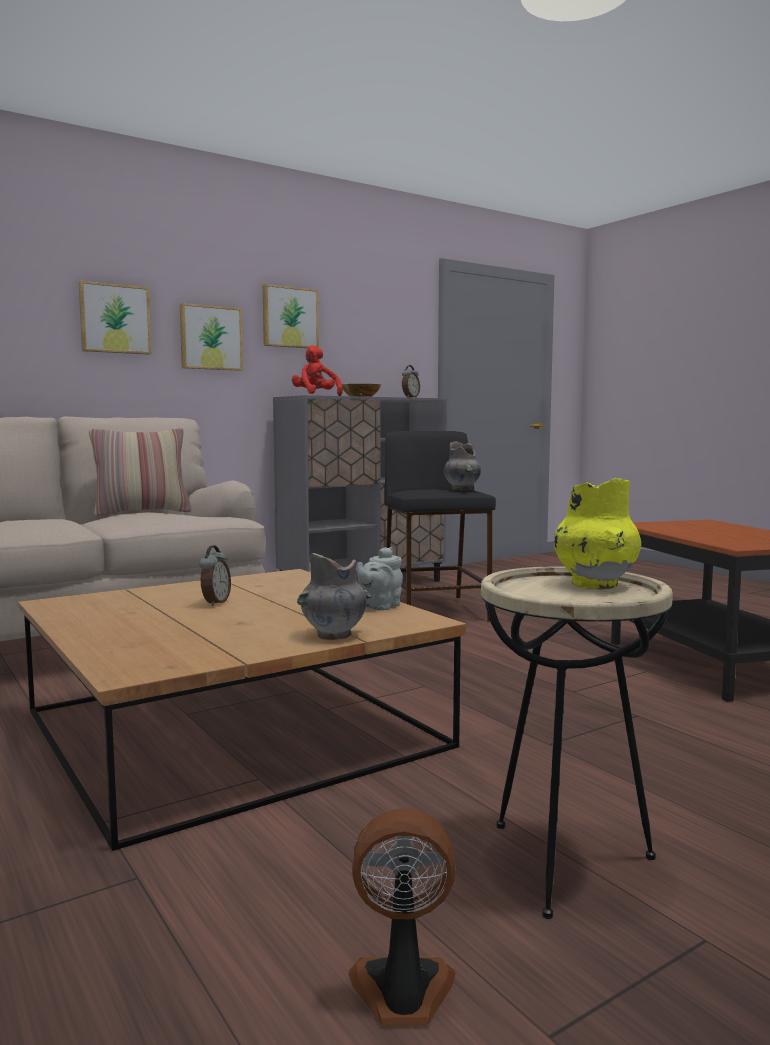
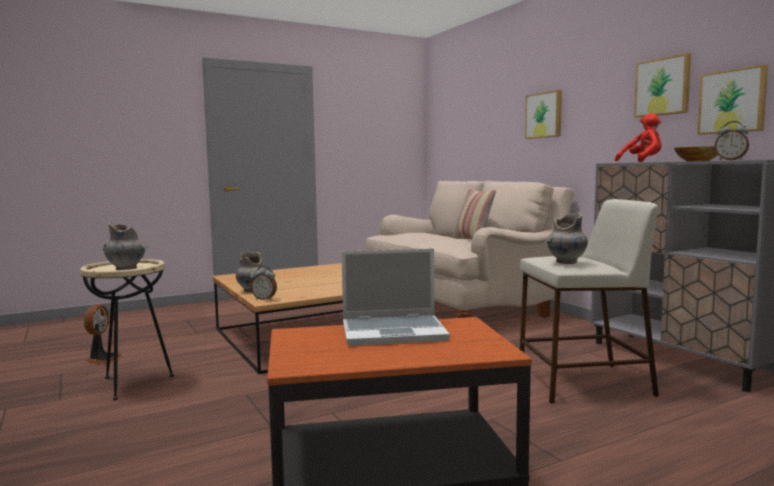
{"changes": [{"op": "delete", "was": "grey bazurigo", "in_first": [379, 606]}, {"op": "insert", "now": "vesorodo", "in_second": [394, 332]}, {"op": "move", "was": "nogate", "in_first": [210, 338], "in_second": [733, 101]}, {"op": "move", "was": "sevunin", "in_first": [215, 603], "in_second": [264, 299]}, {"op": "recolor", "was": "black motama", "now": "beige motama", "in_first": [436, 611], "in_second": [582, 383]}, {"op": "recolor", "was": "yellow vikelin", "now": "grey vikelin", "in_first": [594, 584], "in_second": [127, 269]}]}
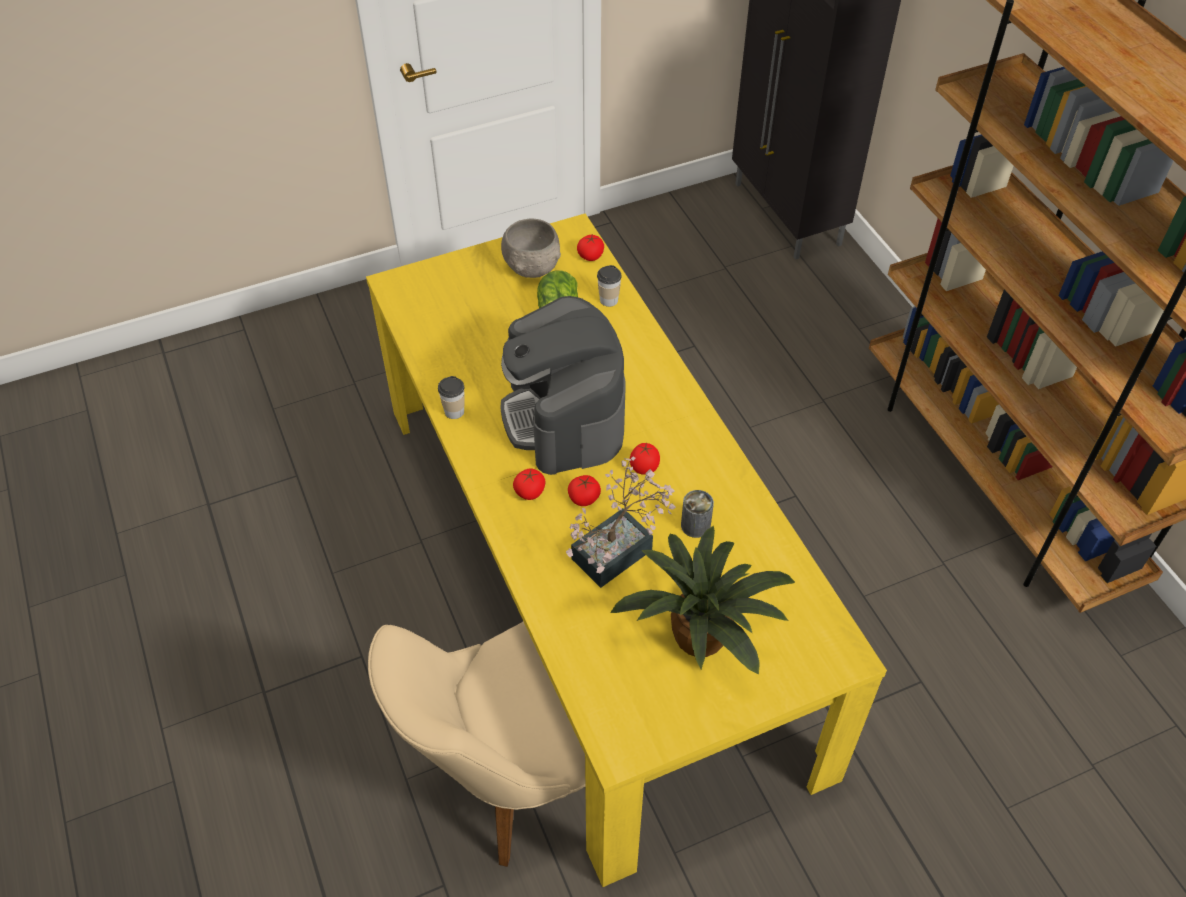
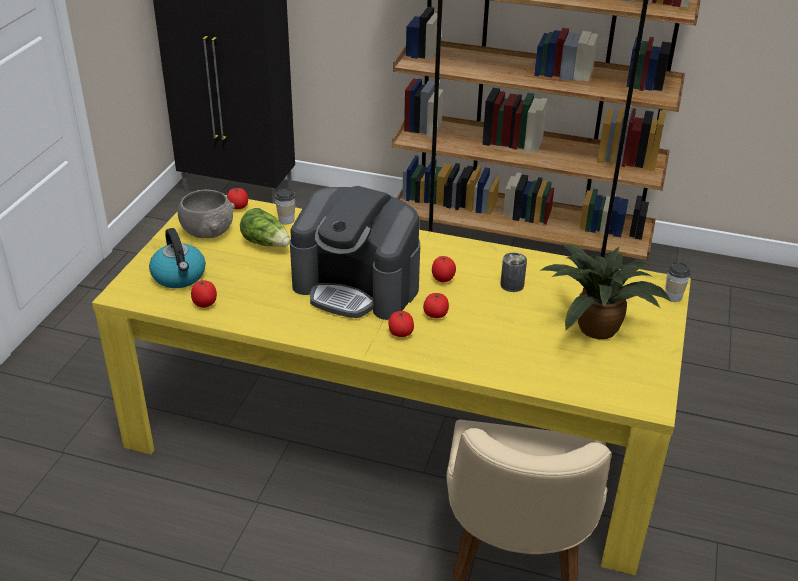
{"changes": [{"op": "delete", "was": "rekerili", "in_first": [619, 550]}, {"op": "insert", "now": "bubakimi", "in_second": [179, 276]}, {"op": "insert", "now": "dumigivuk", "in_second": [205, 304]}, {"op": "move", "was": "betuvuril", "in_first": [454, 411], "in_second": [673, 296]}]}
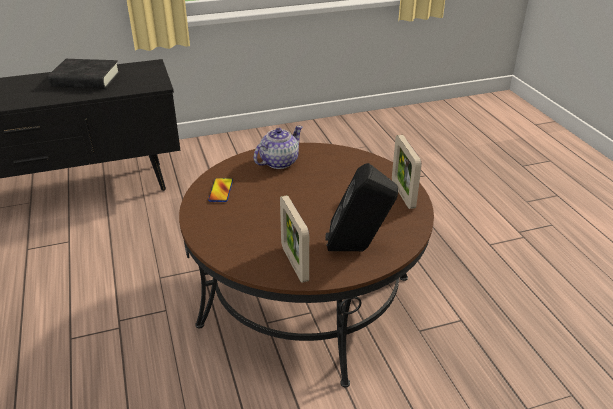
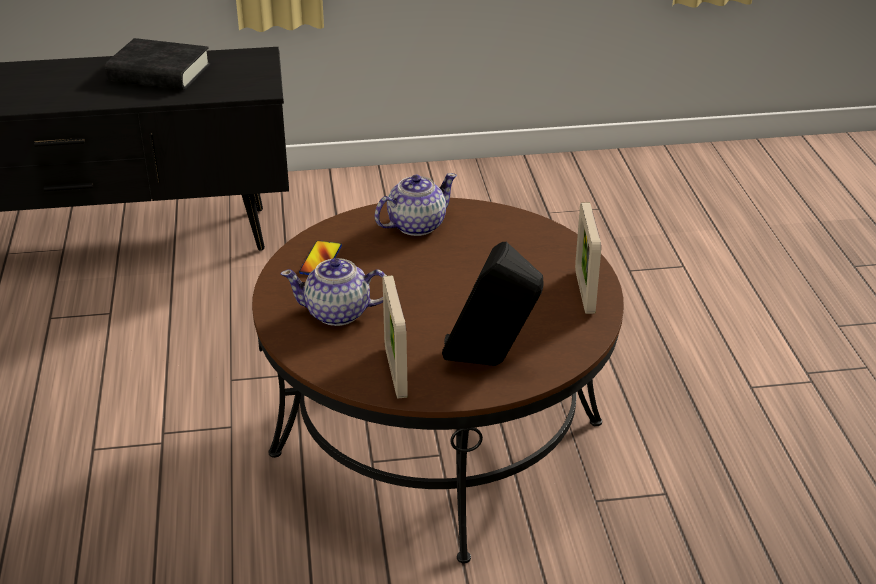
{"changes": [{"op": "insert", "now": "bazurigo", "in_second": [338, 313]}]}
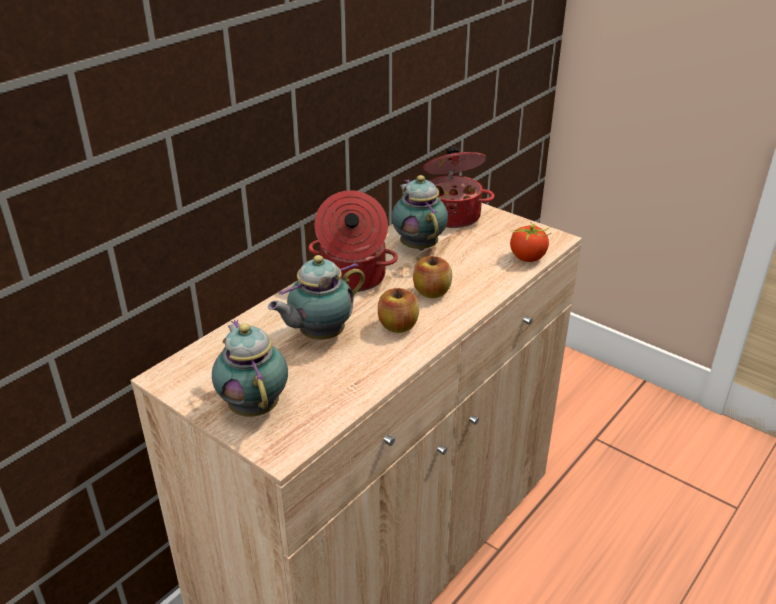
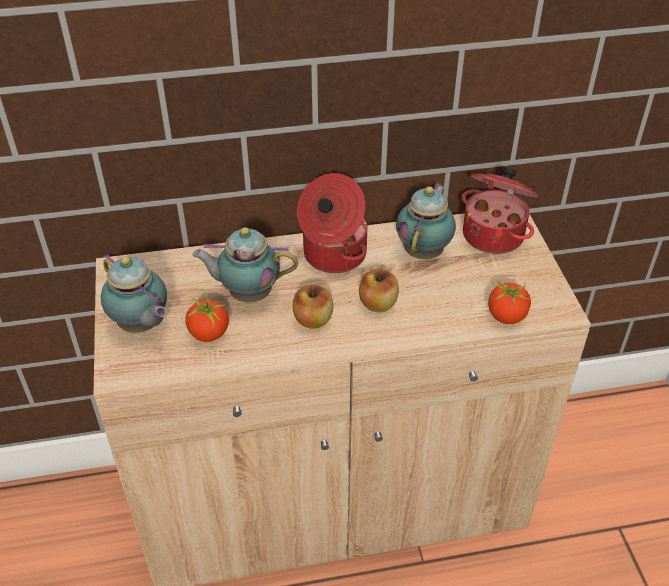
{"changes": [{"op": "insert", "now": "dumigivuk", "in_second": [208, 333]}, {"op": "rotate", "was": "bazurigo", "in_first": [254, 405], "in_second": [141, 326], "clockwise": 120}]}
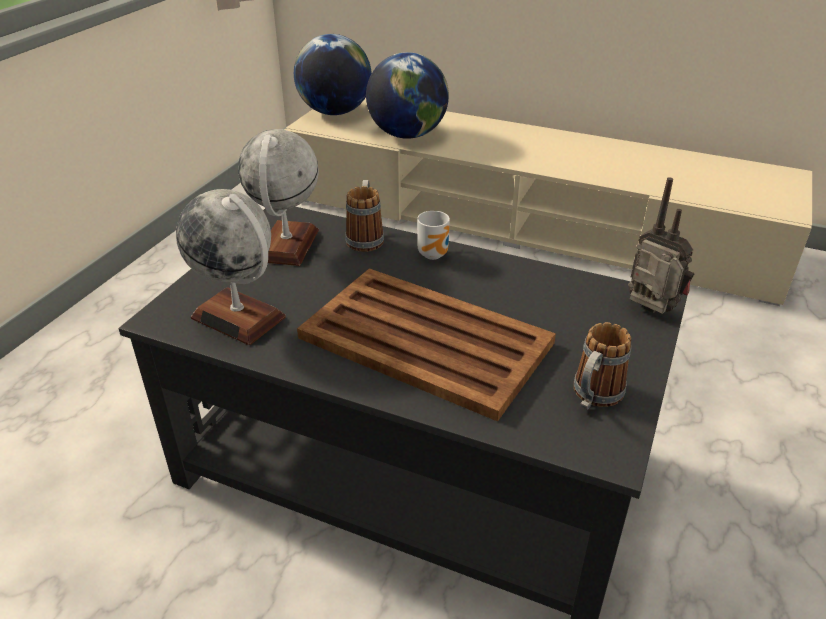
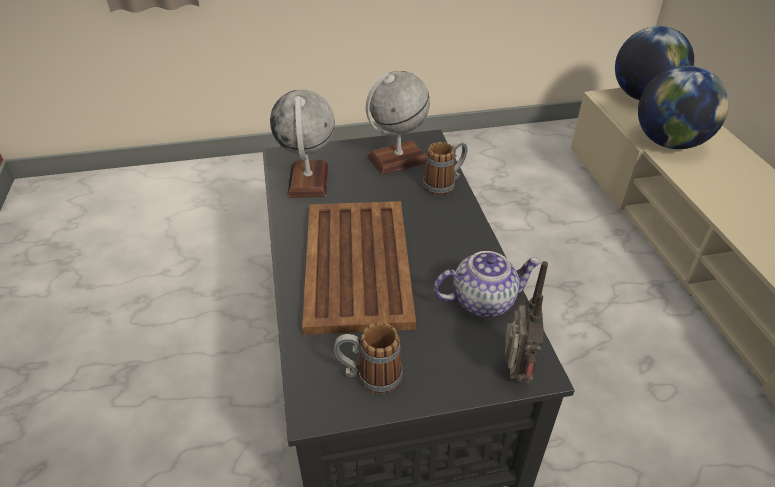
{"changes": [{"op": "delete", "was": "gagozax", "in_first": [435, 254]}, {"op": "insert", "now": "bazurigo", "in_second": [483, 300]}]}
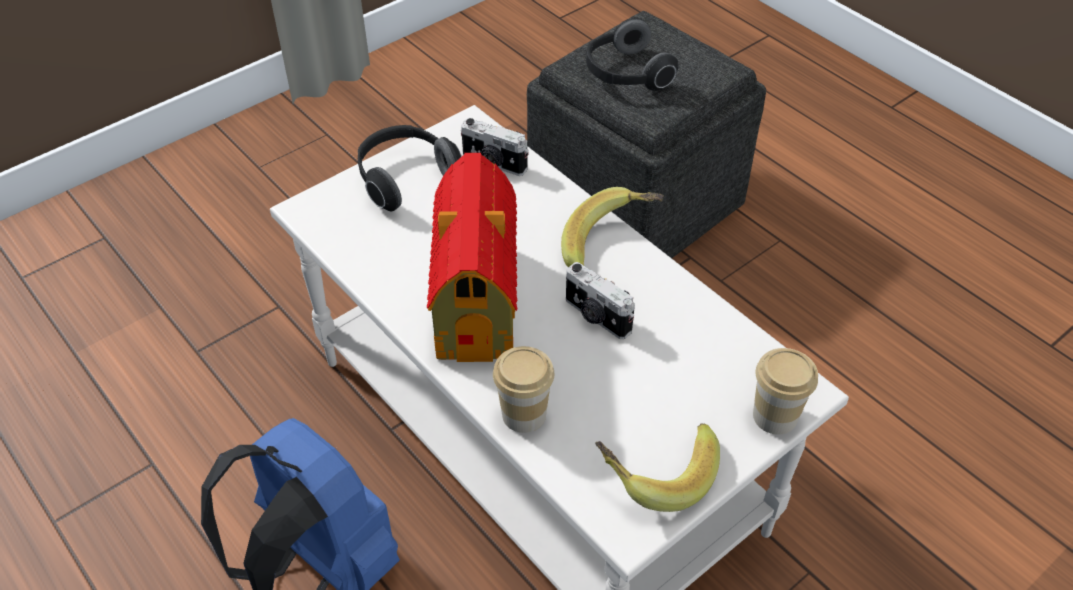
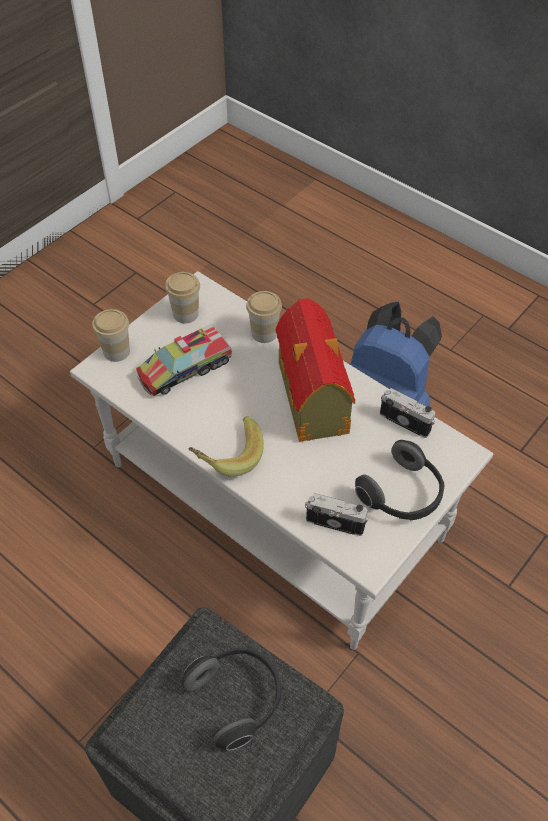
{"changes": [{"op": "insert", "now": "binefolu", "in_second": [185, 369]}, {"op": "move", "was": "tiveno", "in_first": [596, 317], "in_second": [405, 421]}, {"op": "replace", "was": "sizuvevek", "now": "betuvuril", "in_first": [656, 472], "in_second": [185, 314]}]}
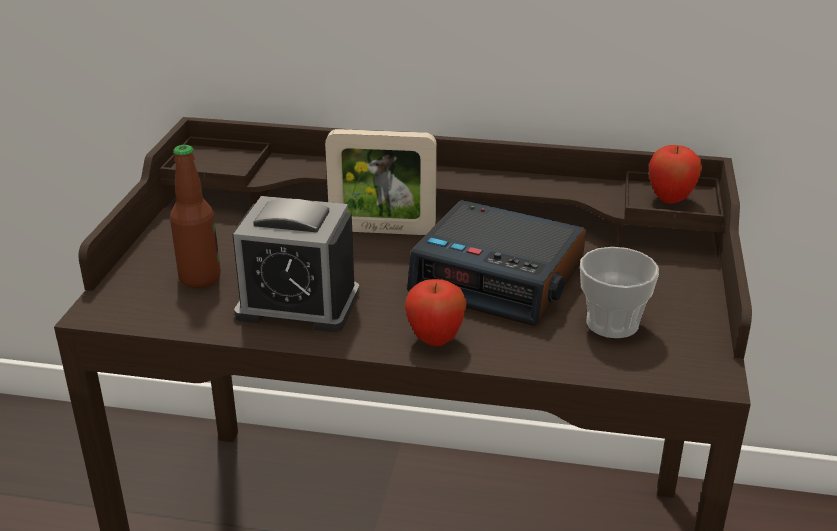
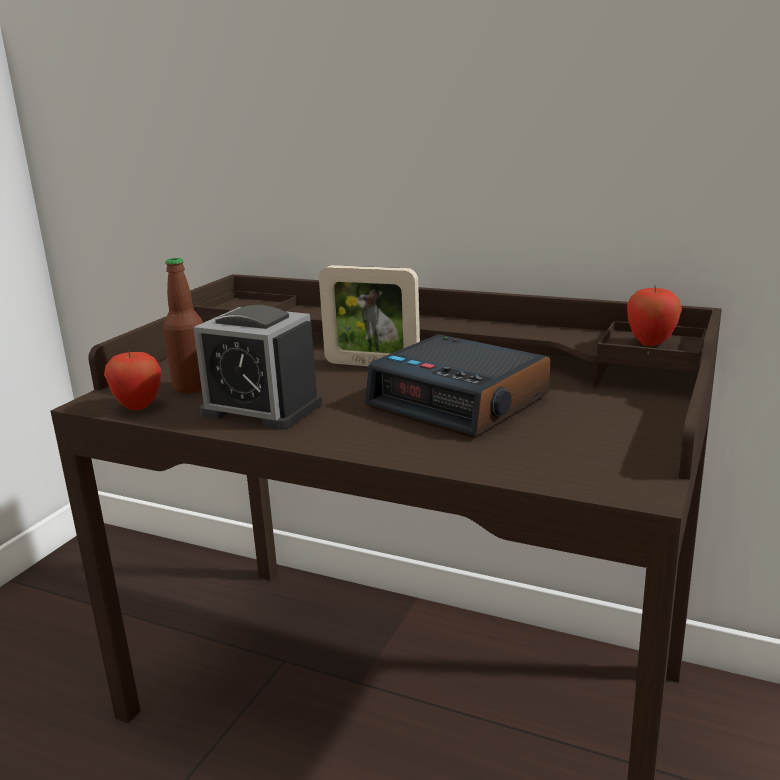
{"changes": [{"op": "delete", "was": "betuvuril", "in_first": [612, 323]}, {"op": "move", "was": "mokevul", "in_first": [435, 340], "in_second": [138, 406]}]}
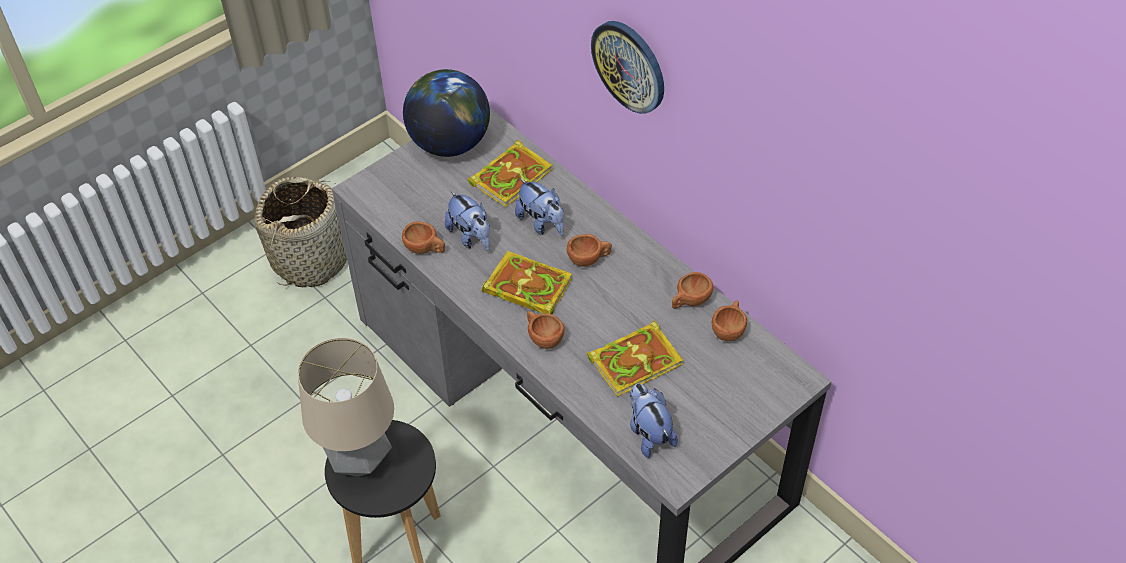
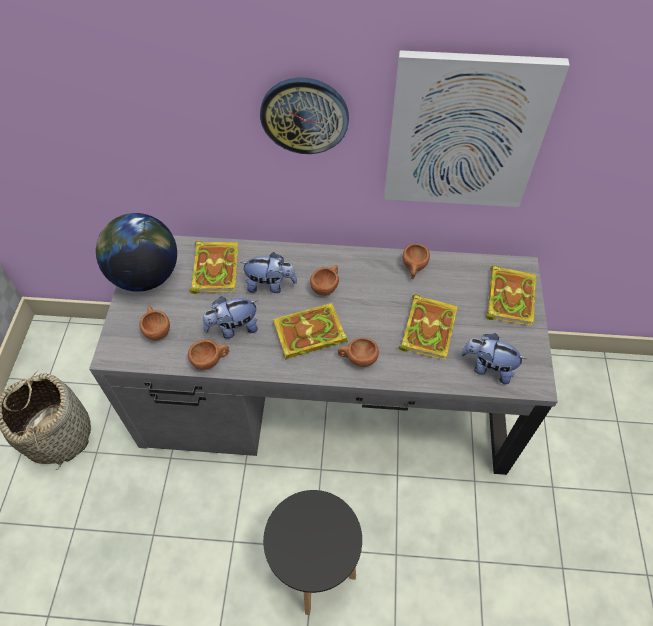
{"changes": [{"op": "delete", "was": "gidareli", "in_first": [359, 461]}, {"op": "insert", "now": "nogate", "in_second": [465, 133]}, {"op": "insert", "now": "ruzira", "in_second": [509, 296]}, {"op": "move", "was": "brown betuvuril", "in_first": [729, 329], "in_second": [156, 329]}, {"op": "rotate", "was": "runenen", "in_first": [471, 237], "in_second": [233, 328], "clockwise": 150}]}
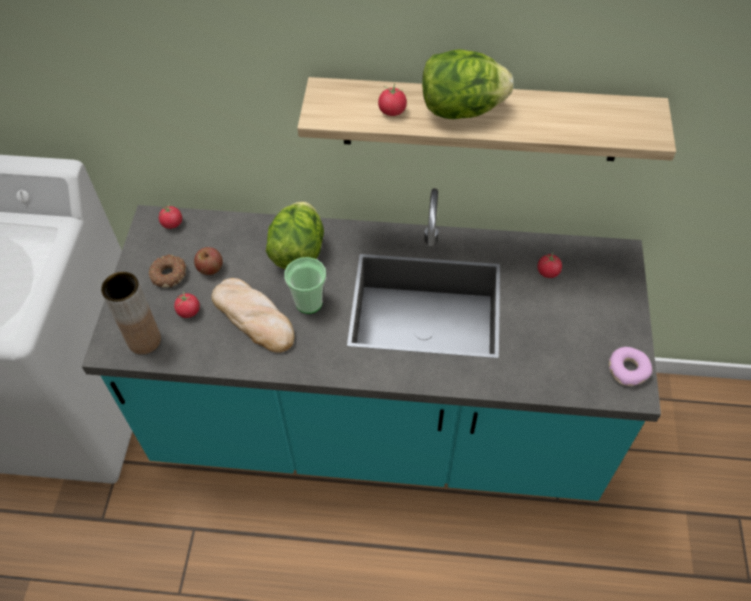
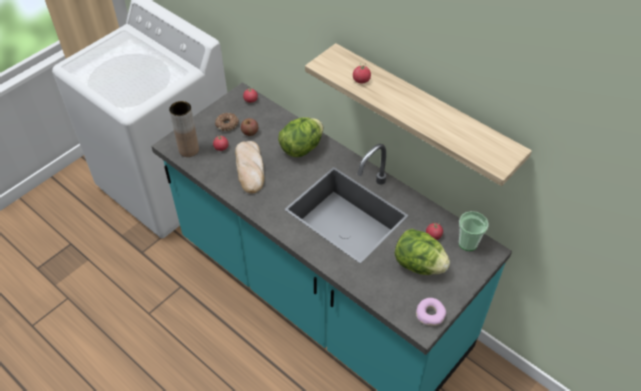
{"changes": [{"op": "move", "was": "betuvuril", "in_first": [309, 302], "in_second": [468, 243]}, {"op": "move", "was": "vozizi", "in_first": [461, 109], "in_second": [418, 264]}]}
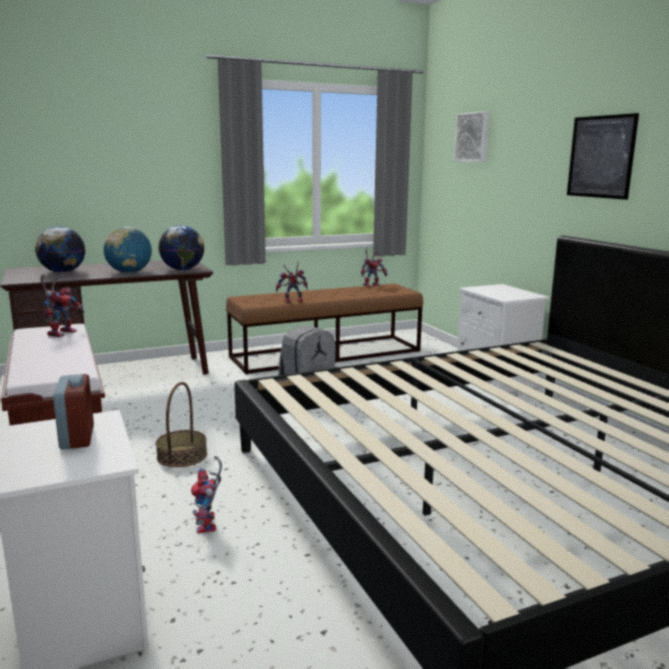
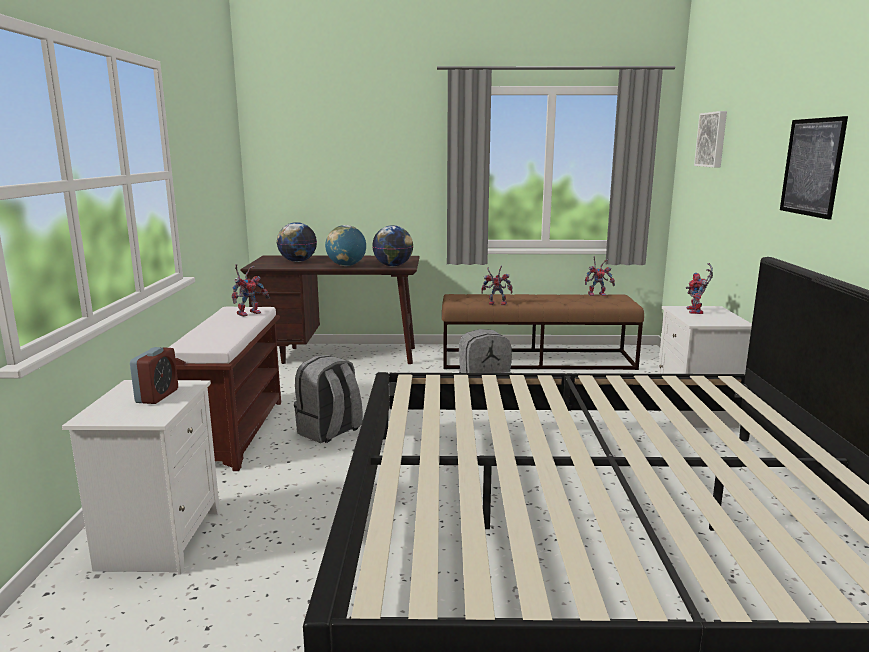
{"changes": [{"op": "move", "was": "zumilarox", "in_first": [208, 525], "in_second": [697, 312]}, {"op": "replace", "was": "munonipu", "now": "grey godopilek", "in_first": [182, 456], "in_second": [329, 432]}]}
